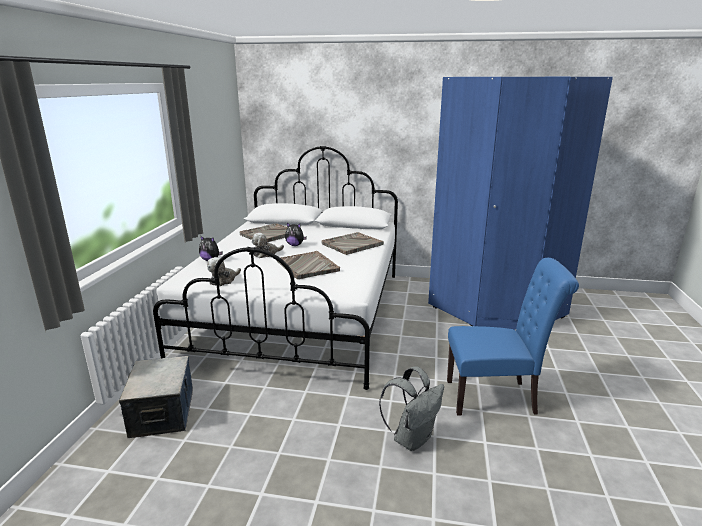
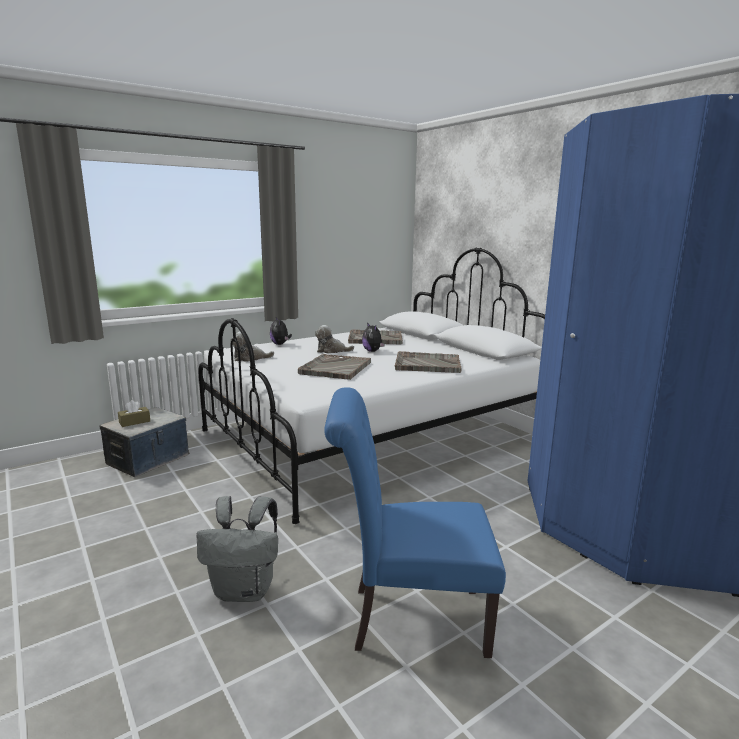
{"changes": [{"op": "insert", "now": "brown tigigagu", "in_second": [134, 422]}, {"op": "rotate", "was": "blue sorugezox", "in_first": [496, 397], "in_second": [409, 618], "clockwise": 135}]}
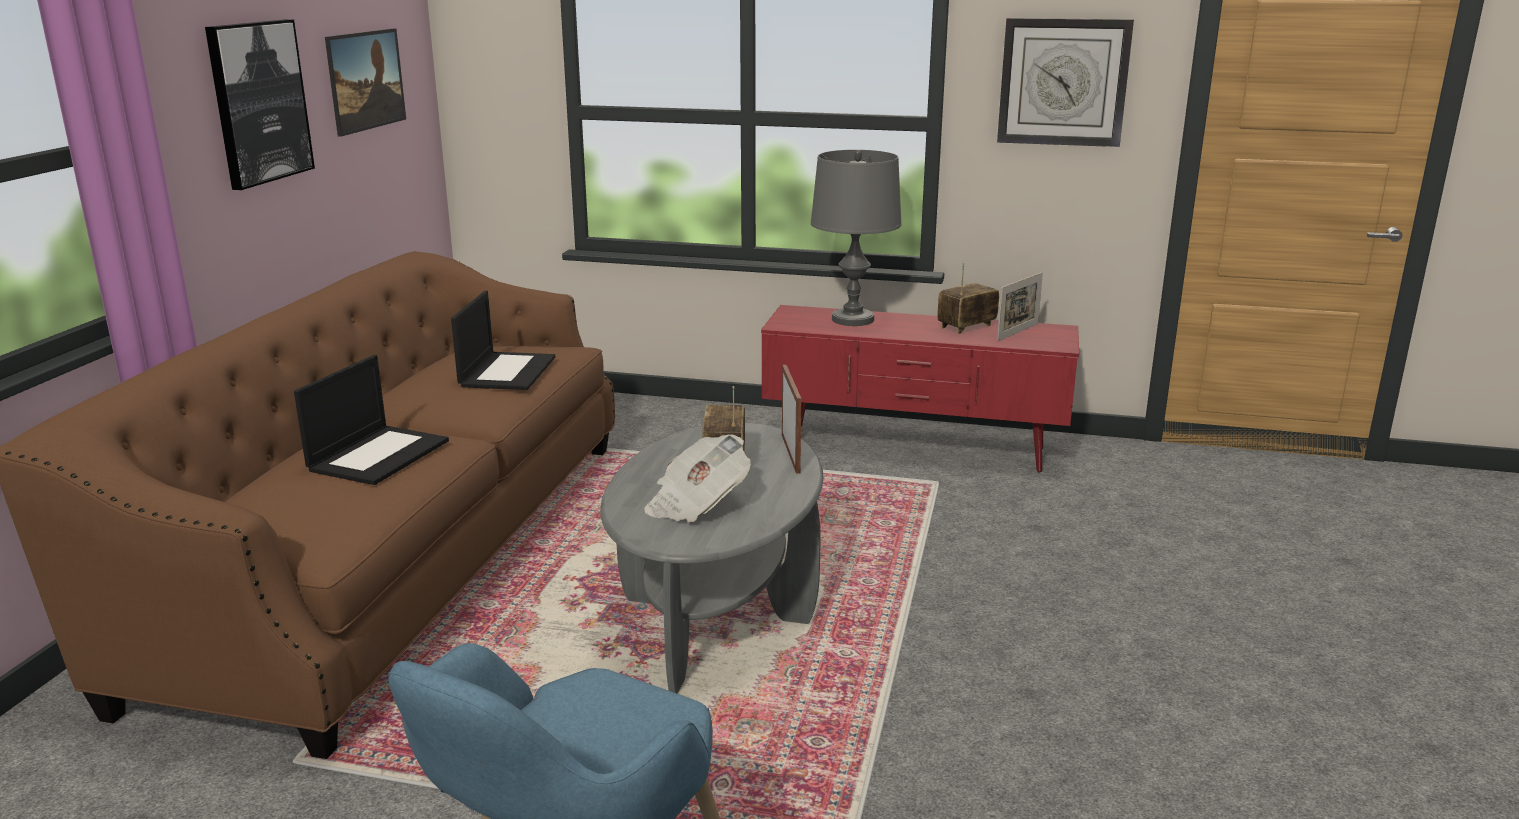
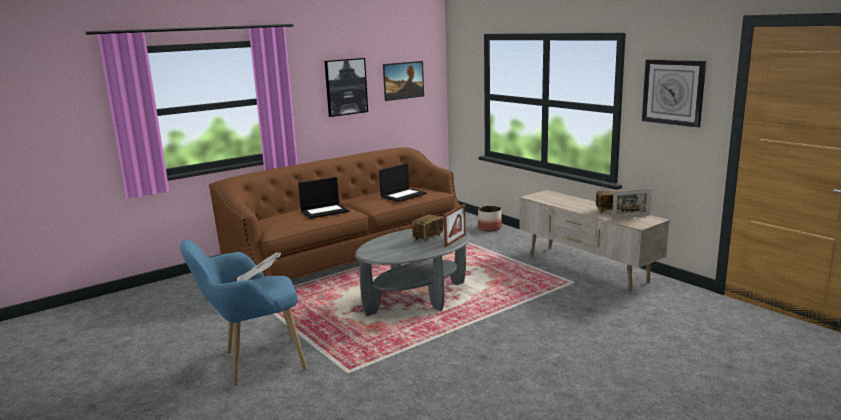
{"changes": [{"op": "delete", "was": "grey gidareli", "in_first": [853, 319]}, {"op": "insert", "now": "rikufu", "in_second": [489, 228]}, {"op": "move", "was": "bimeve", "in_first": [696, 504], "in_second": [258, 280]}, {"op": "recolor", "was": "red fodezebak", "now": "beige fodezebak", "in_first": [913, 449], "in_second": [586, 268]}]}
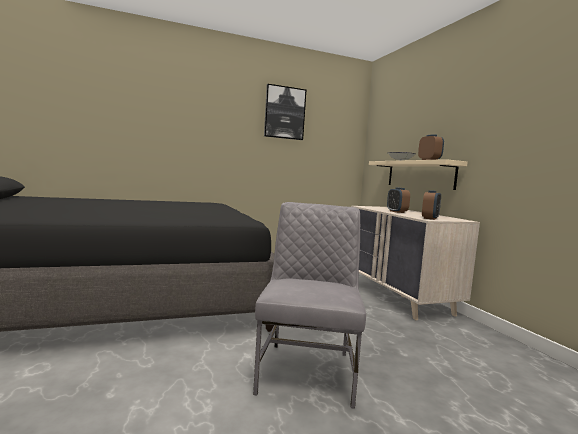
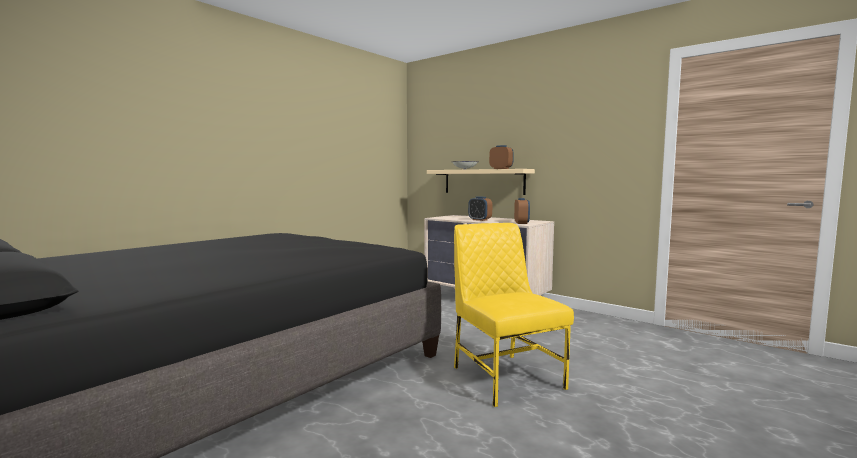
{"changes": [{"op": "delete", "was": "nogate", "in_first": [284, 113]}, {"op": "recolor", "was": "grey sorugezox", "now": "yellow sorugezox", "in_first": [307, 371], "in_second": [505, 377]}]}
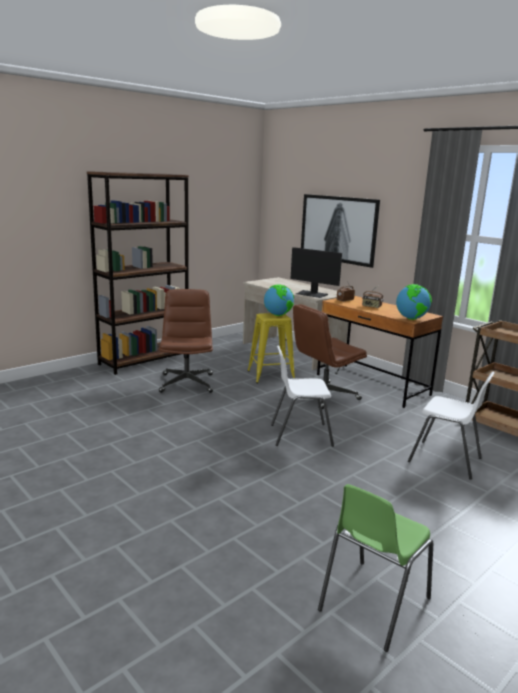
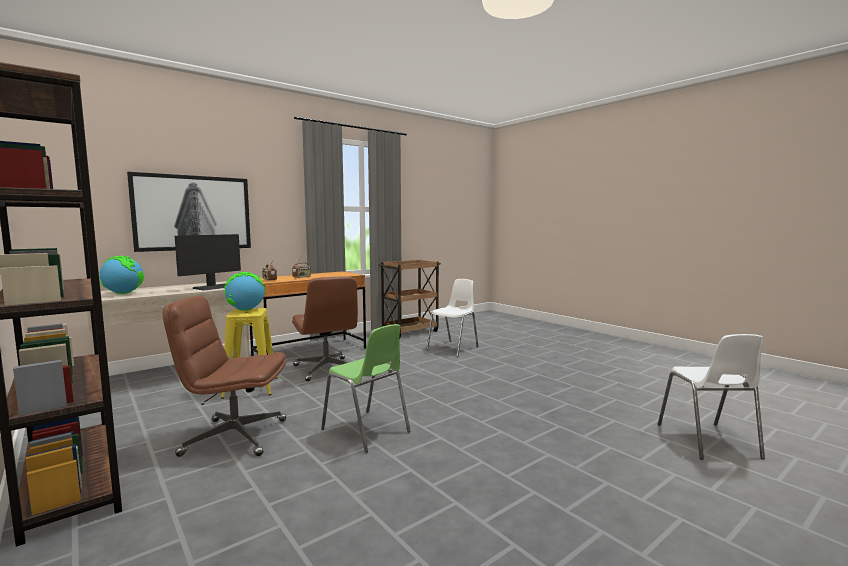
{"changes": [{"op": "move", "was": "white sorugezox", "in_first": [300, 435], "in_second": [708, 441]}, {"op": "move", "was": "green sorugezox", "in_first": [372, 604], "in_second": [366, 431]}, {"op": "move", "was": "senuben", "in_first": [411, 319], "in_second": [123, 293]}]}
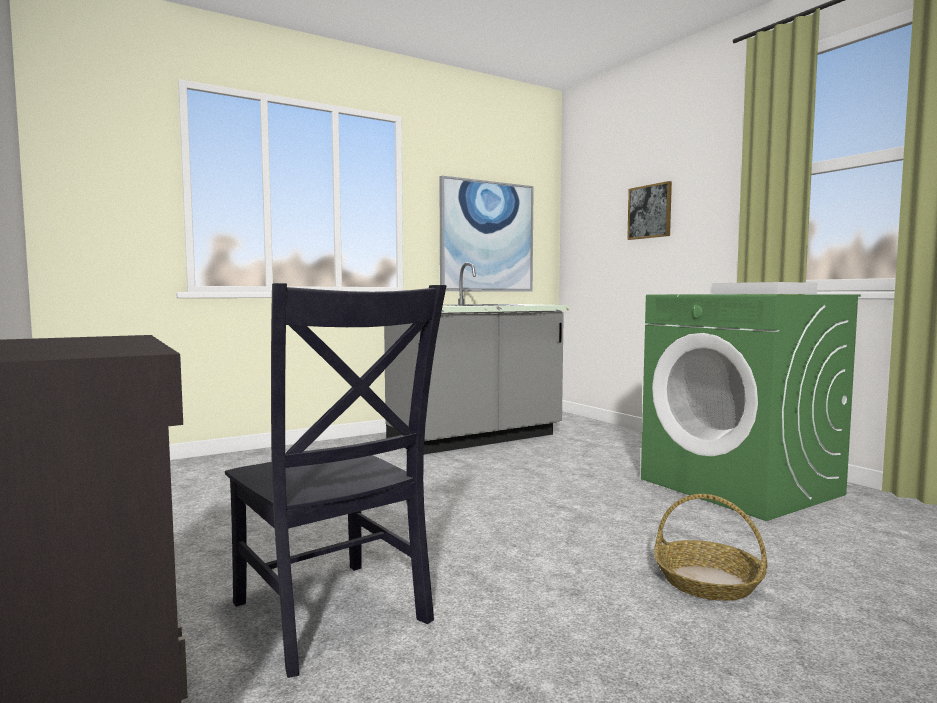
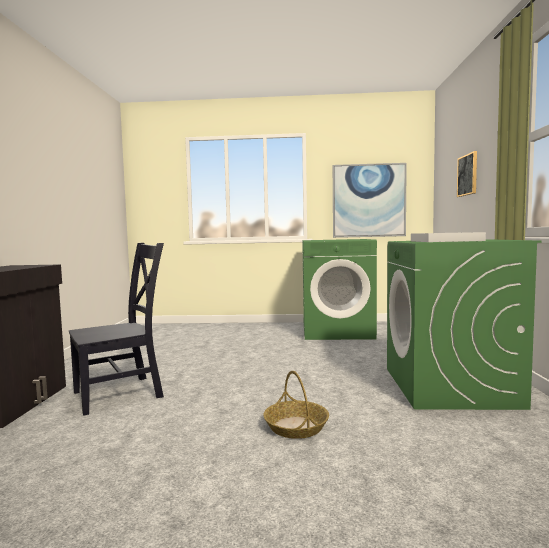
{"changes": [{"op": "replace", "was": "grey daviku", "now": "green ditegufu", "in_first": [475, 438], "in_second": [337, 331]}, {"op": "rotate", "was": "black sorugezox", "in_first": [332, 616], "in_second": [122, 393], "clockwise": -120}]}
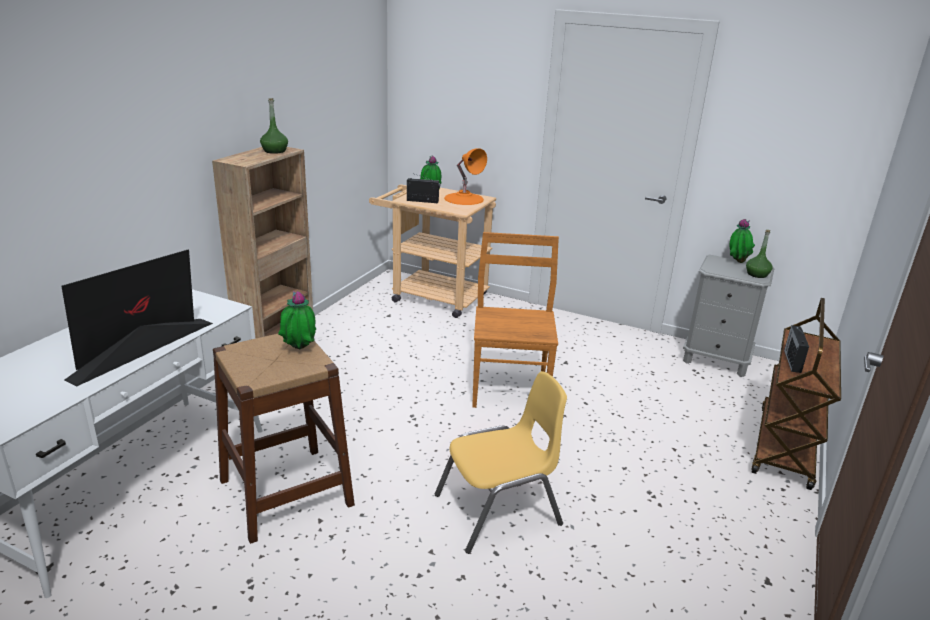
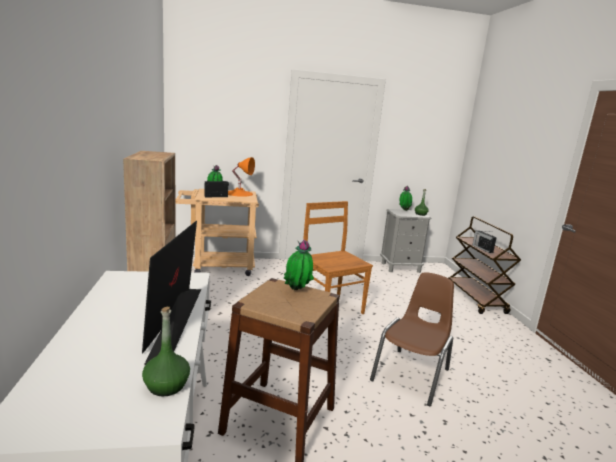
{"changes": [{"op": "move", "was": "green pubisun", "in_first": [274, 151], "in_second": [166, 386]}, {"op": "recolor", "was": "yellow sorugezox", "now": "brown sorugezox", "in_first": [499, 511], "in_second": [412, 375]}]}
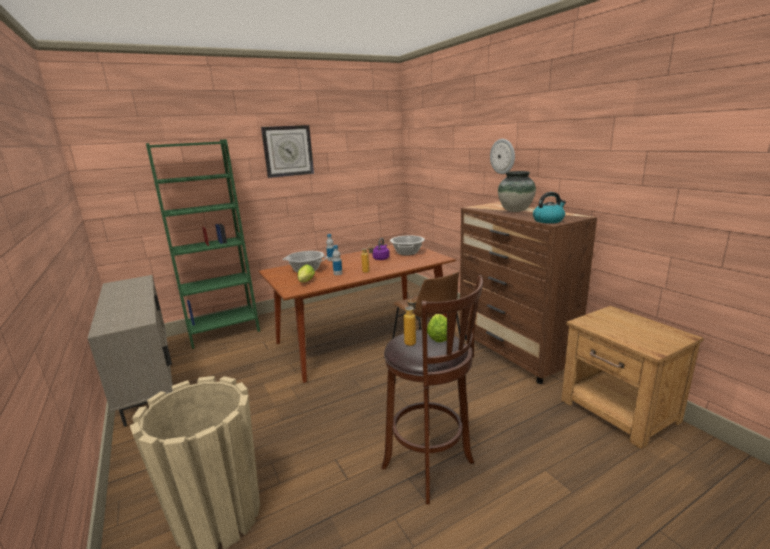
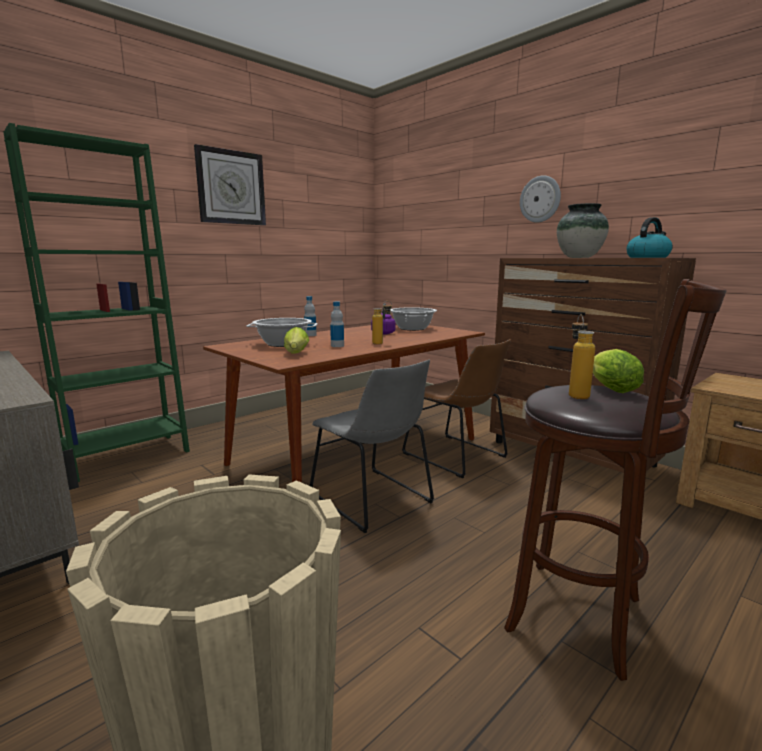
{"changes": [{"op": "insert", "now": "grey sorugezox", "in_second": [373, 500]}]}
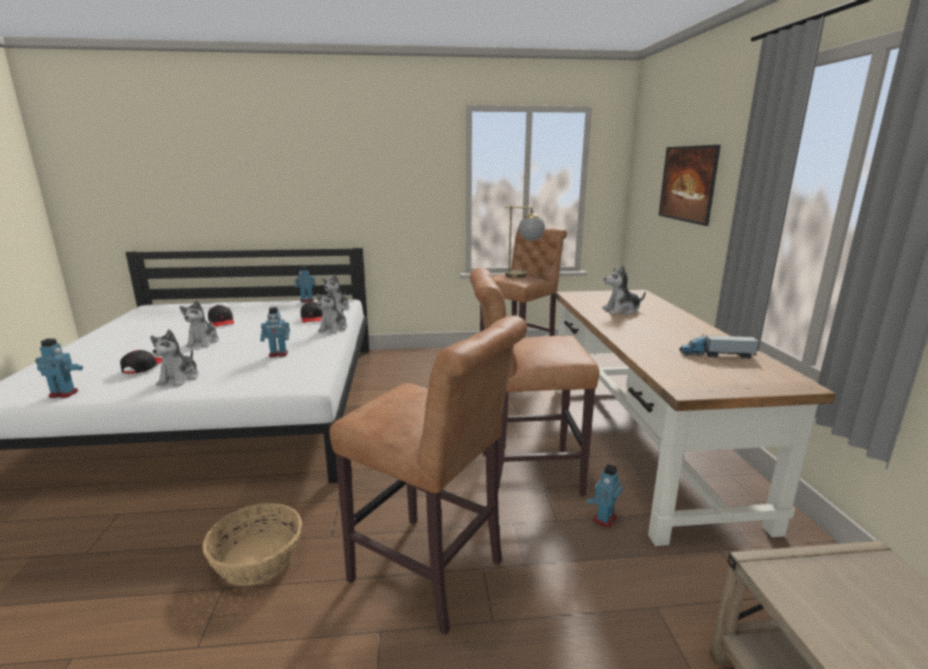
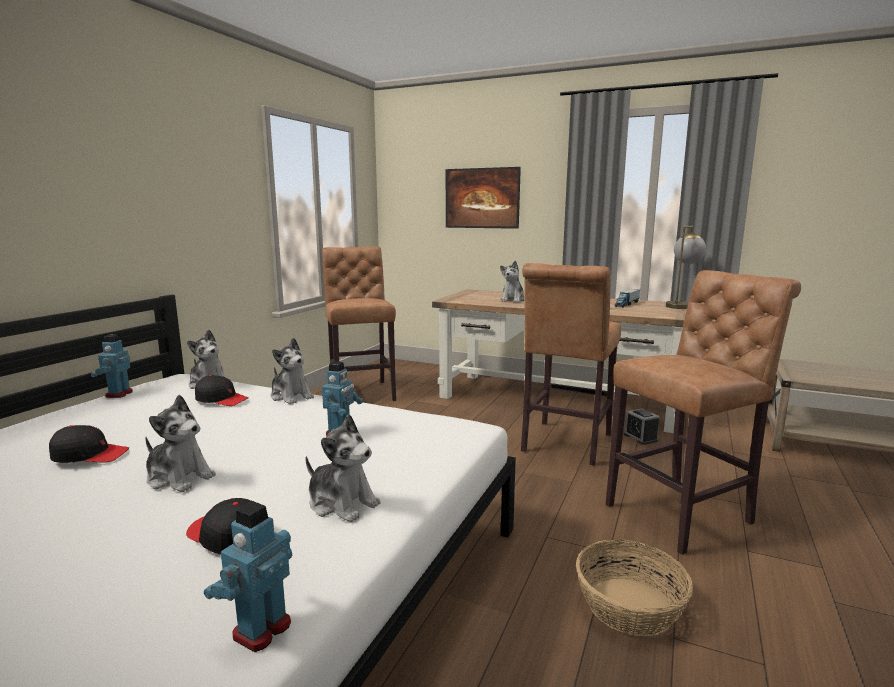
{"changes": [{"op": "move", "was": "gidareli", "in_first": [523, 276], "in_second": [681, 305]}, {"op": "replace", "was": "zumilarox", "now": "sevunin", "in_first": [603, 519], "in_second": [640, 437]}]}
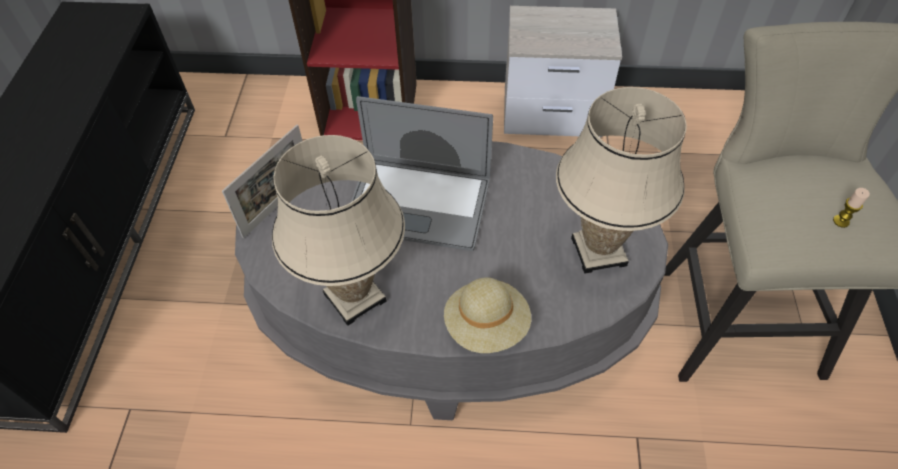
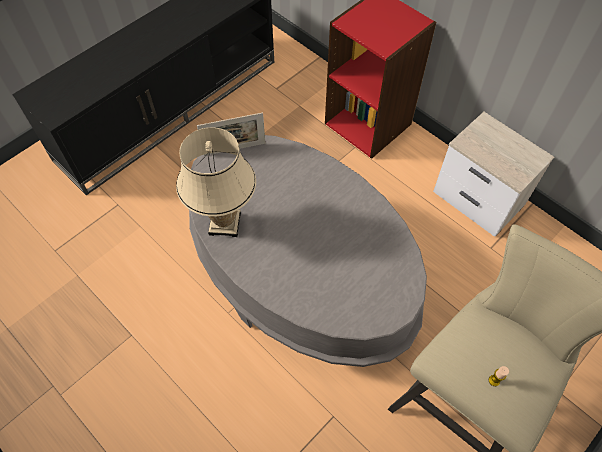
{"changes": [{"op": "delete", "was": "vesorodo", "in_first": [418, 204]}, {"op": "delete", "was": "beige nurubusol", "in_first": [487, 325]}, {"op": "delete", "was": "beige gidareli", "in_first": [598, 251]}]}
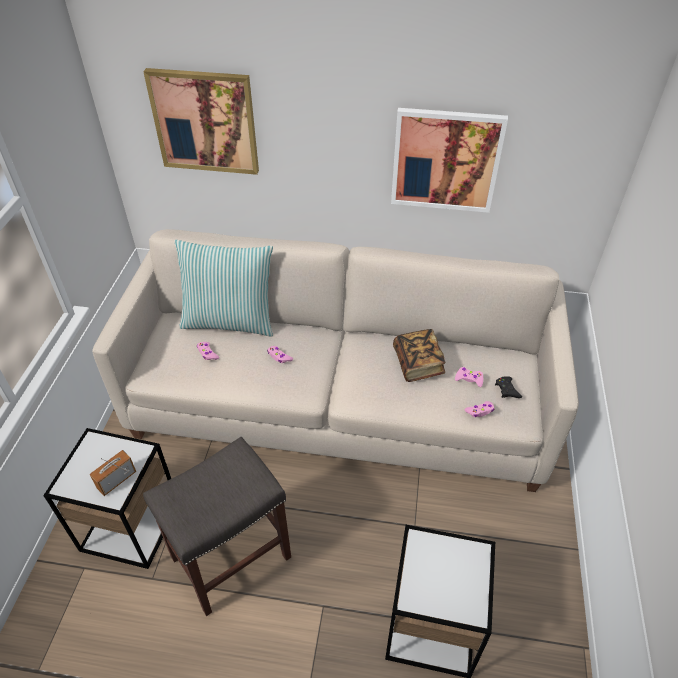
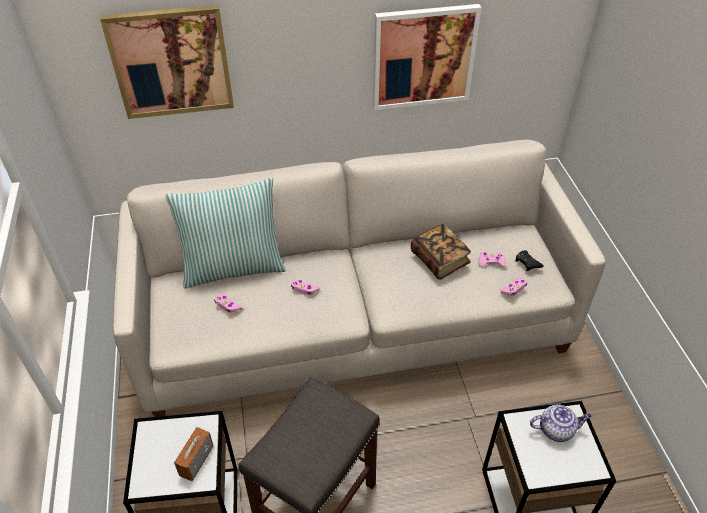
{"changes": [{"op": "insert", "now": "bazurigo", "in_second": [556, 429]}]}
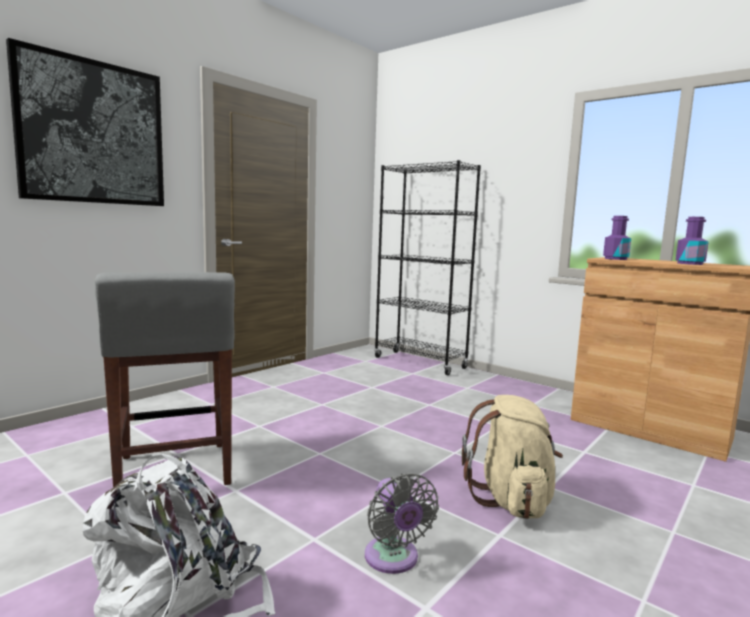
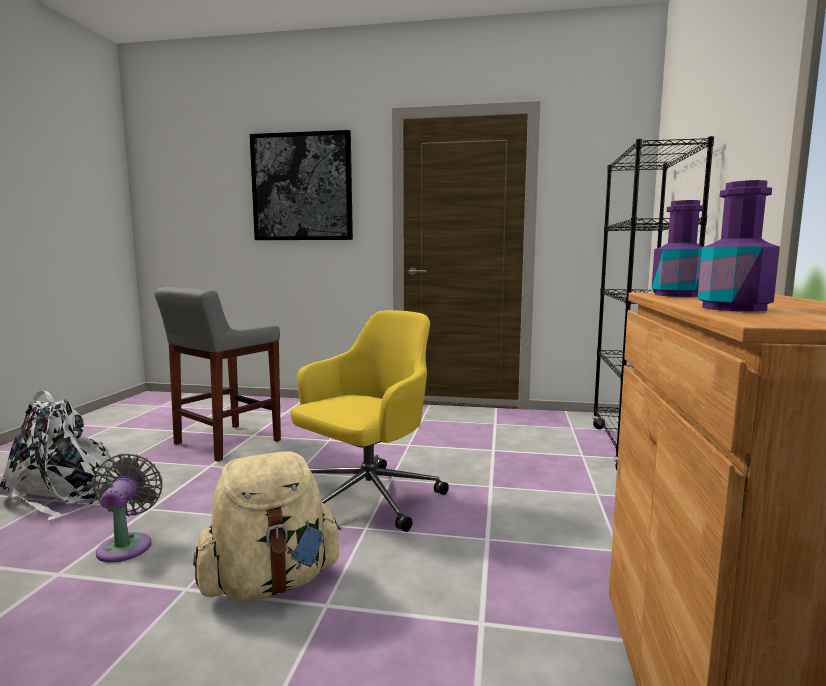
{"changes": [{"op": "insert", "now": "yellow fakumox", "in_second": [366, 498]}, {"op": "rotate", "was": "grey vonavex", "in_first": [393, 559], "in_second": [127, 545], "clockwise": 135}]}
